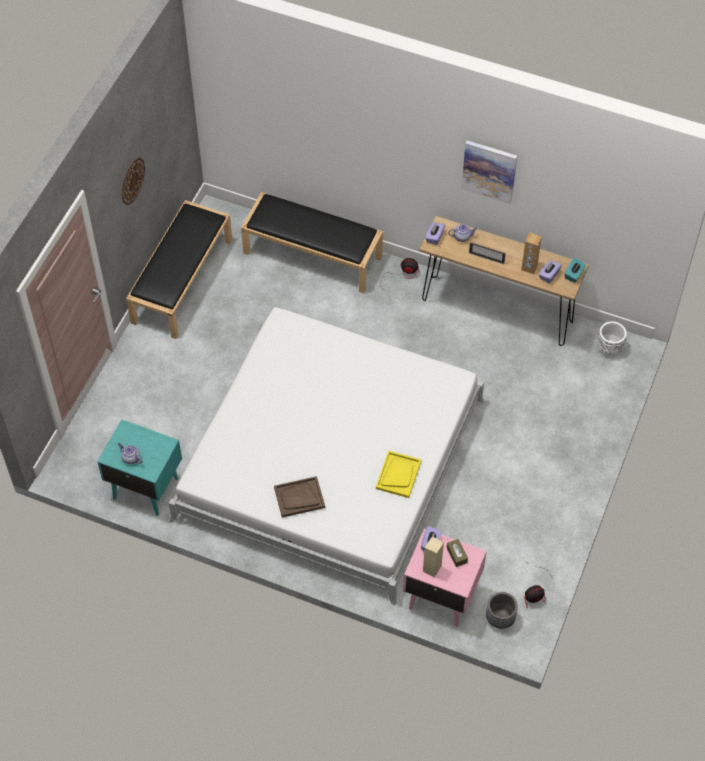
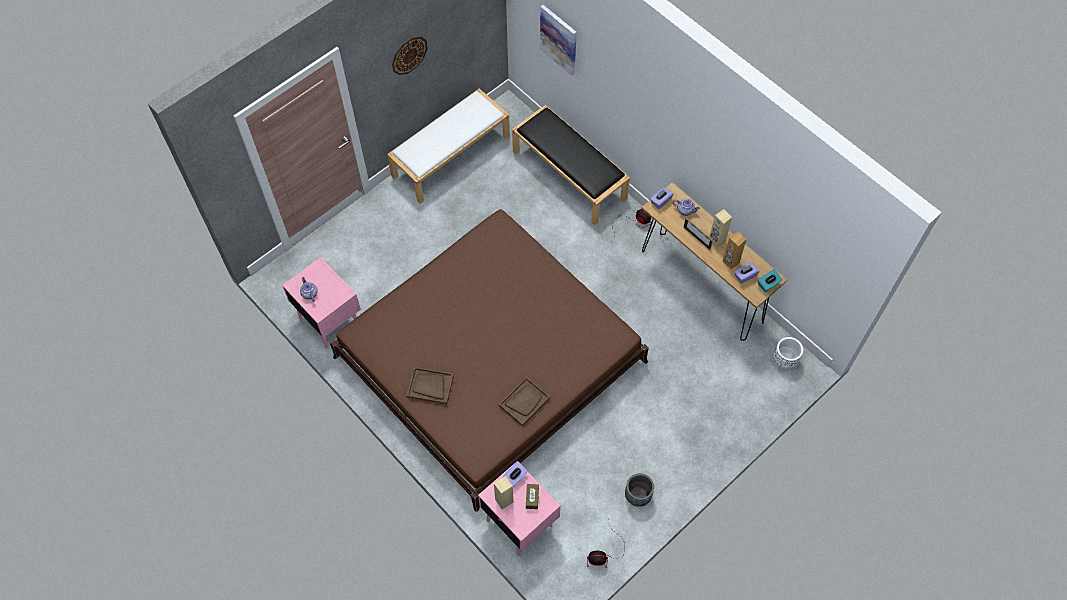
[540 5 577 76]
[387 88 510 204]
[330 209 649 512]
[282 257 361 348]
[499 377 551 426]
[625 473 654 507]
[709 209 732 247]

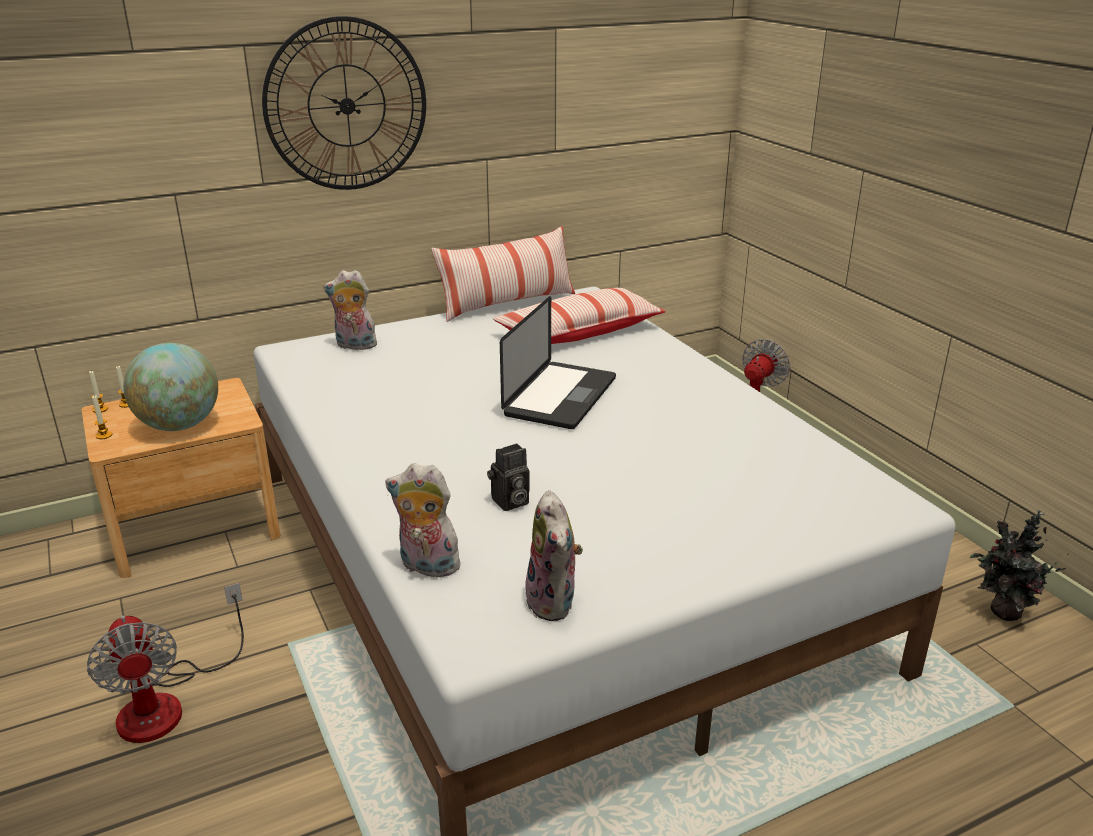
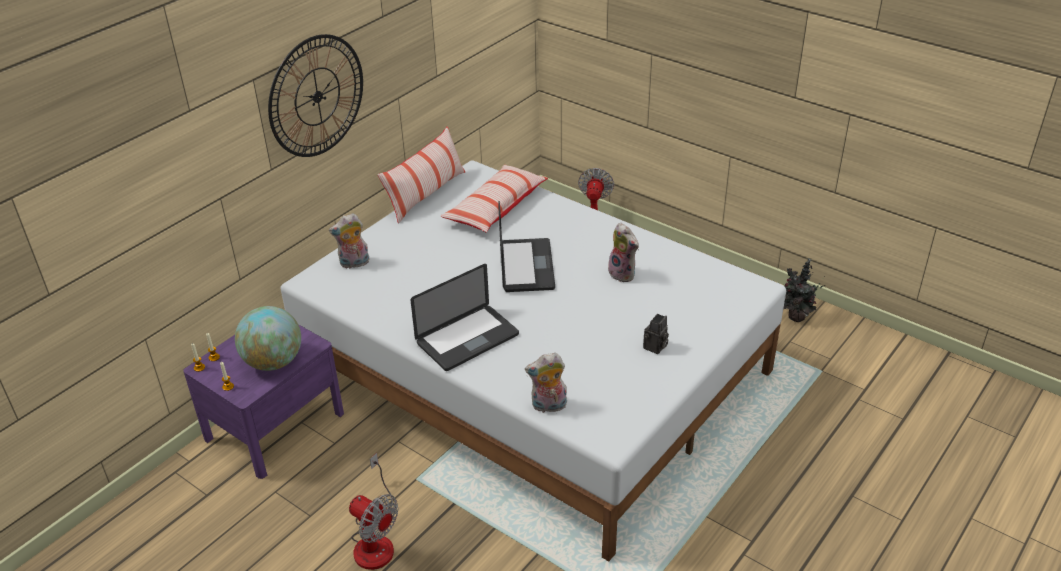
[183 324 344 479]
[643 314 669 354]
[608 223 639 283]
[411 264 519 371]

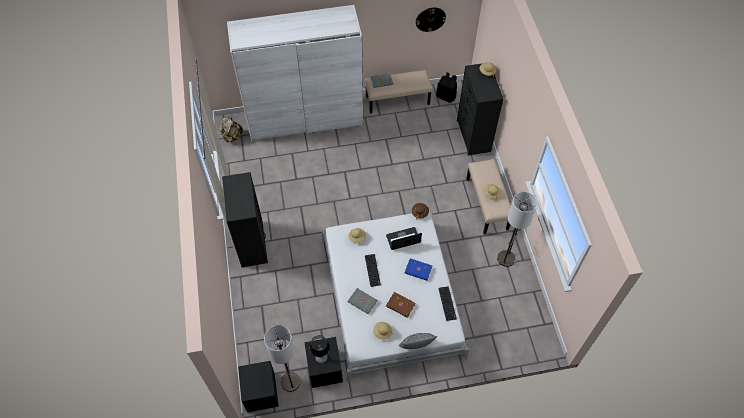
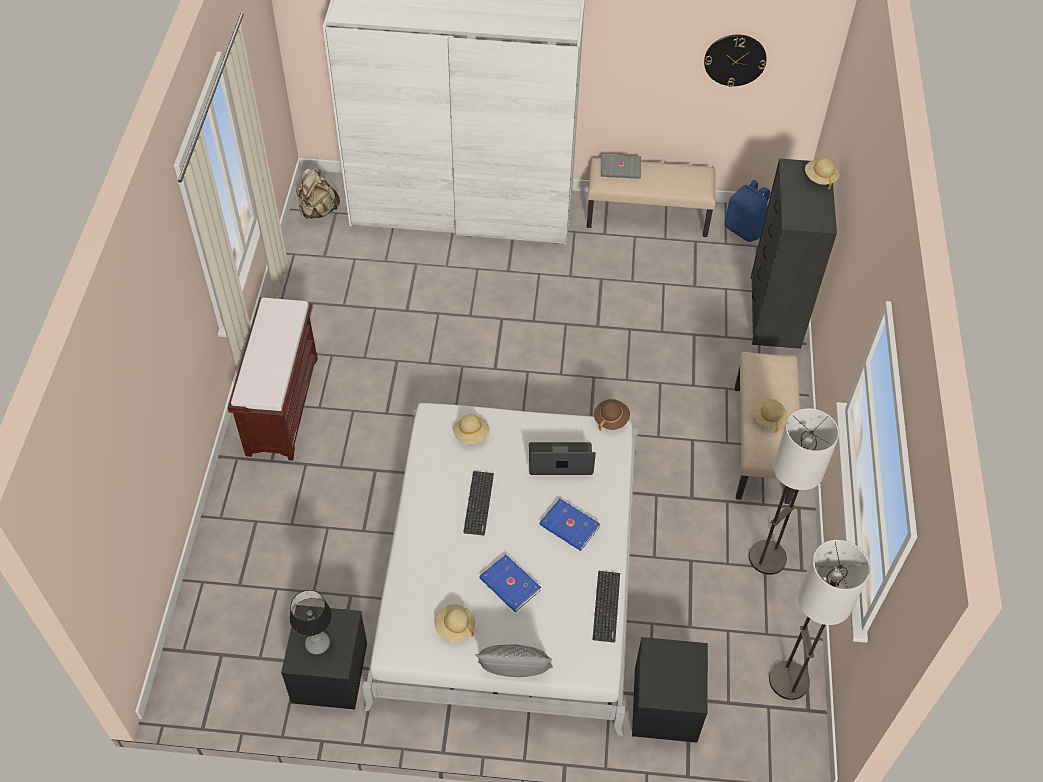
[725 180 770 242]
[228 297 318 461]
[347 288 377 314] (first image)
[479 555 541 612]
[769 540 870 700]
[632 637 708 743]

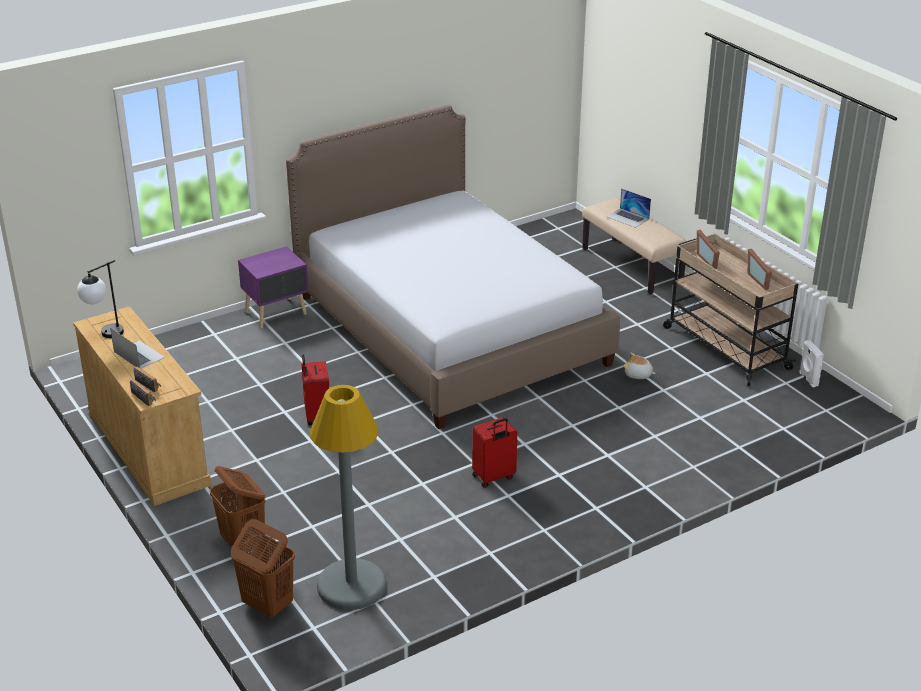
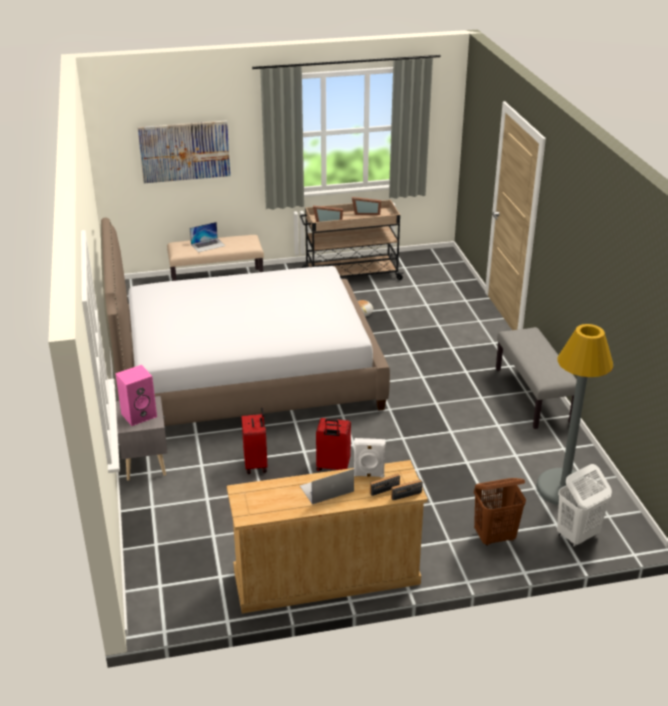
[116 396 168 481]
[77 260 124 338] (first image)
[354 438 386 477]
[241 407 268 474]
[557 464 612 547]
[138 120 230 183]
[496 327 577 429]
[115 365 157 426]

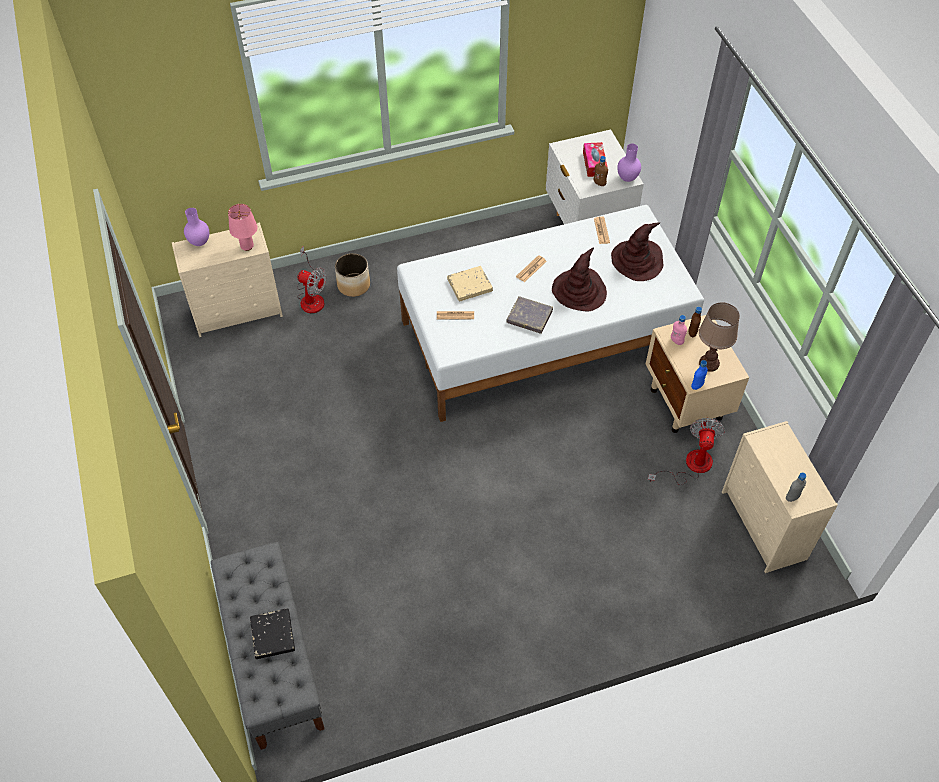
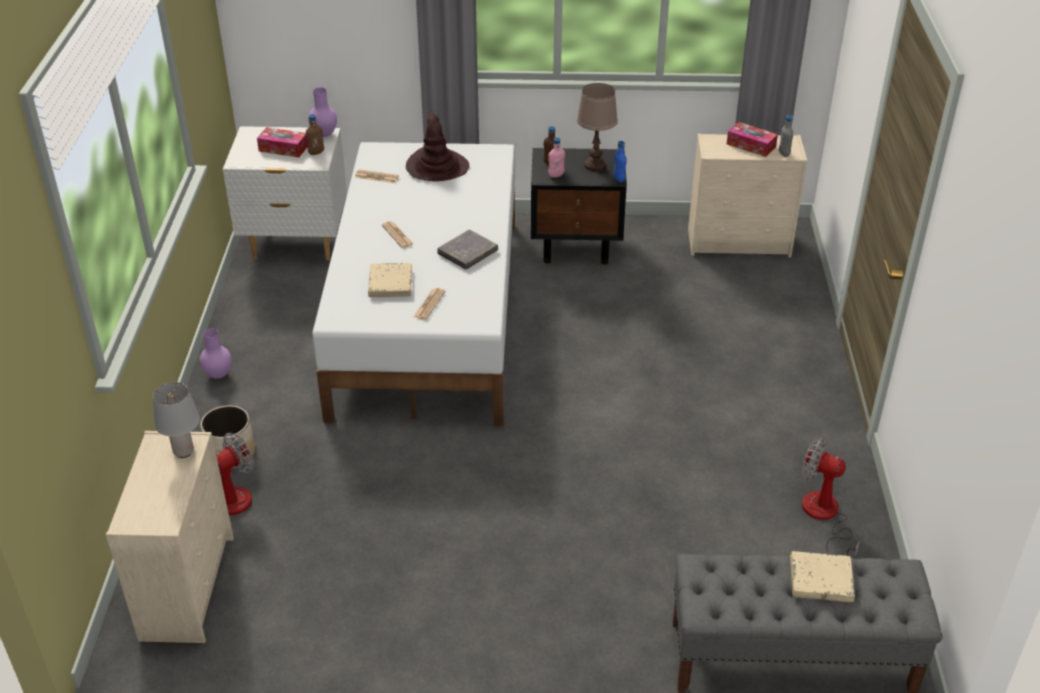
[153 382 200 458]
[200 329 232 379]
[552 247 607 312] (first image)
[531 148 627 265]
[802 438 860 557]
[790 551 855 602]
[727 122 778 157]

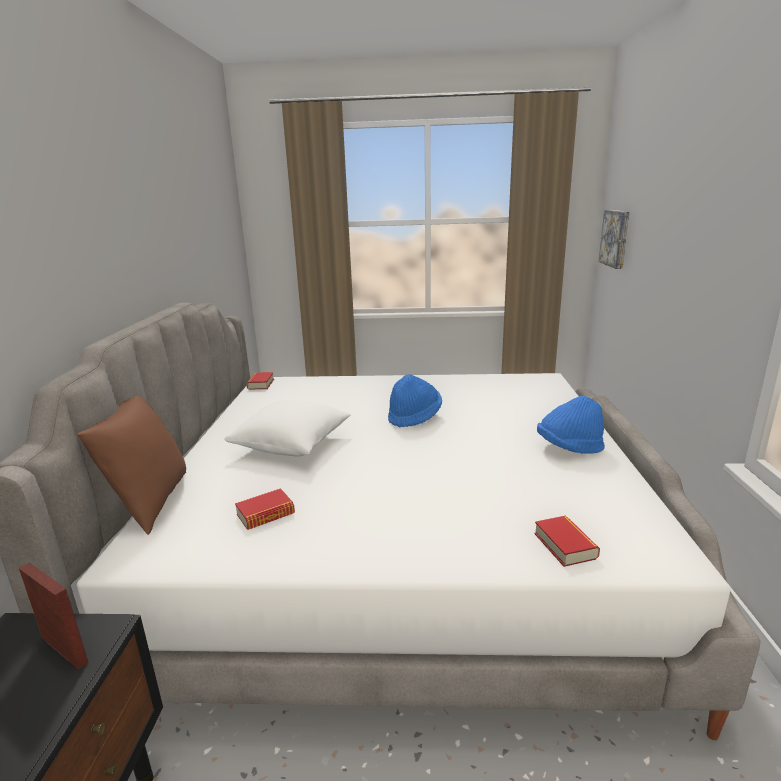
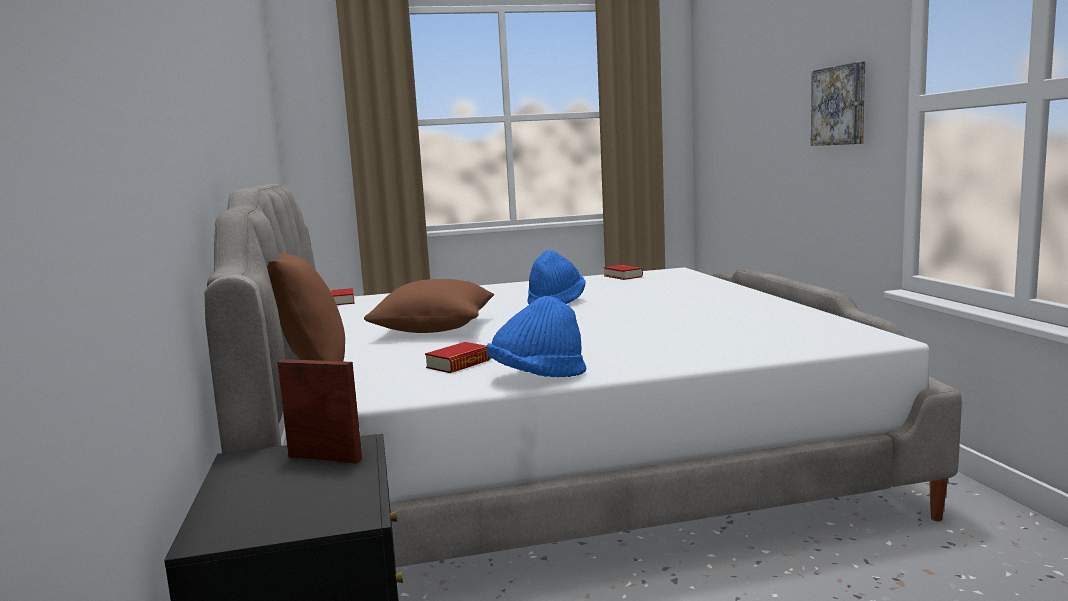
[811 61 865 146]
[487 296 587 377]
[364 279 494 333]
[604 265 643 280]

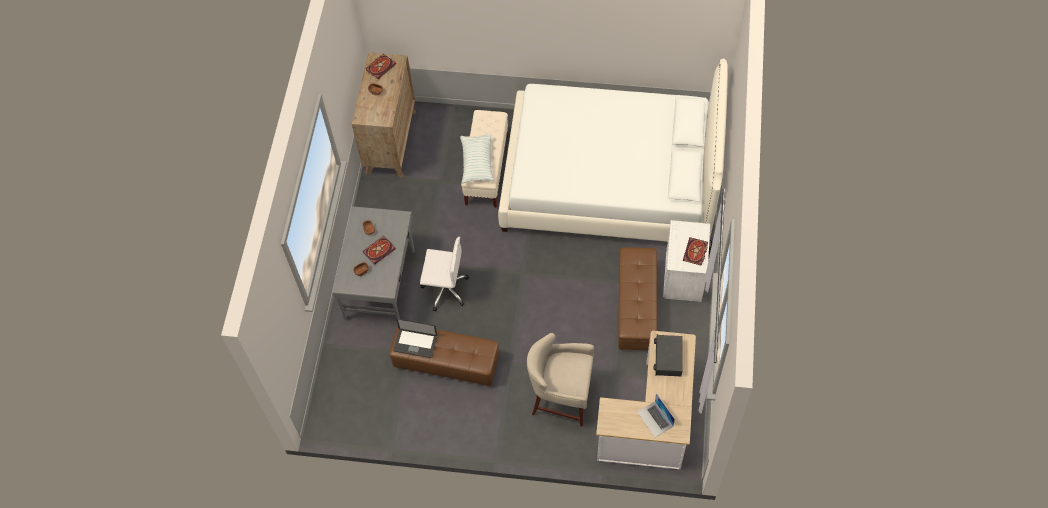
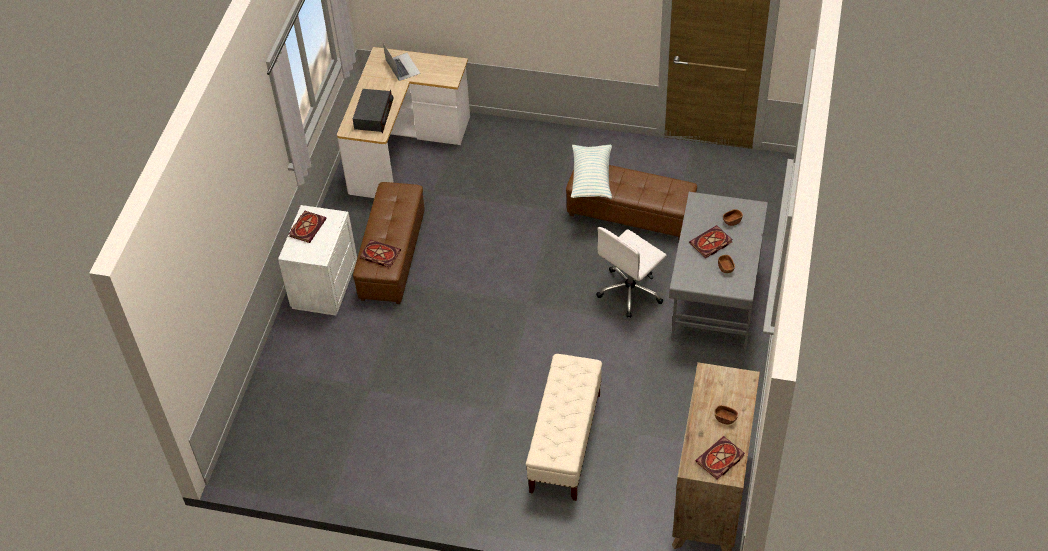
[498 59 728 242] (first image)
[571 144 612 199]
[596 227 667 318]
[393 319 437 358] (first image)
[527 333 594 427] (first image)
[360 240 401 268]

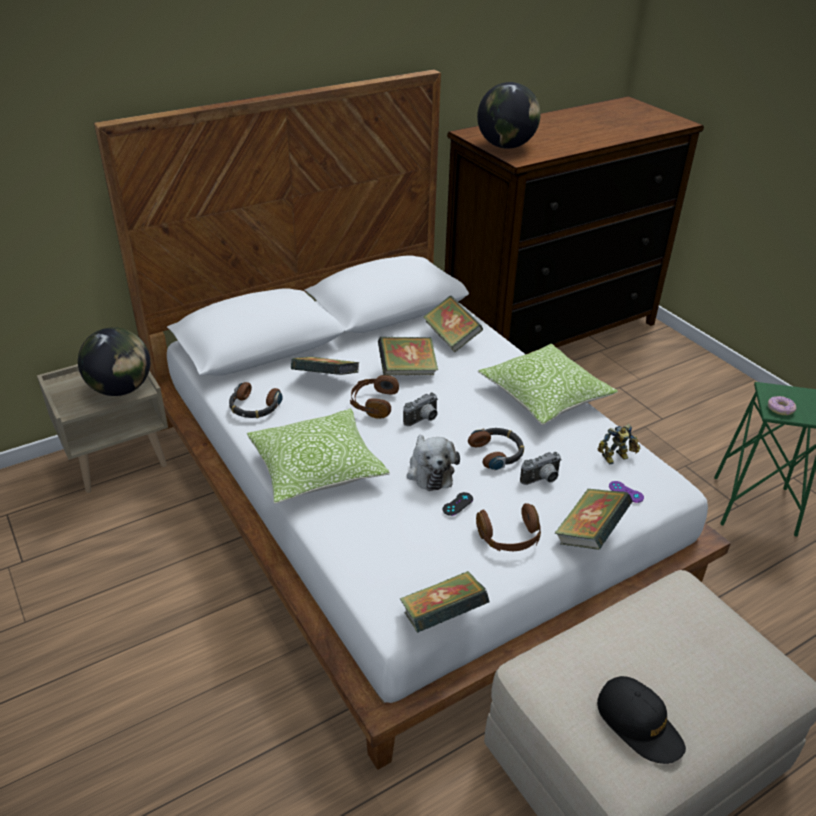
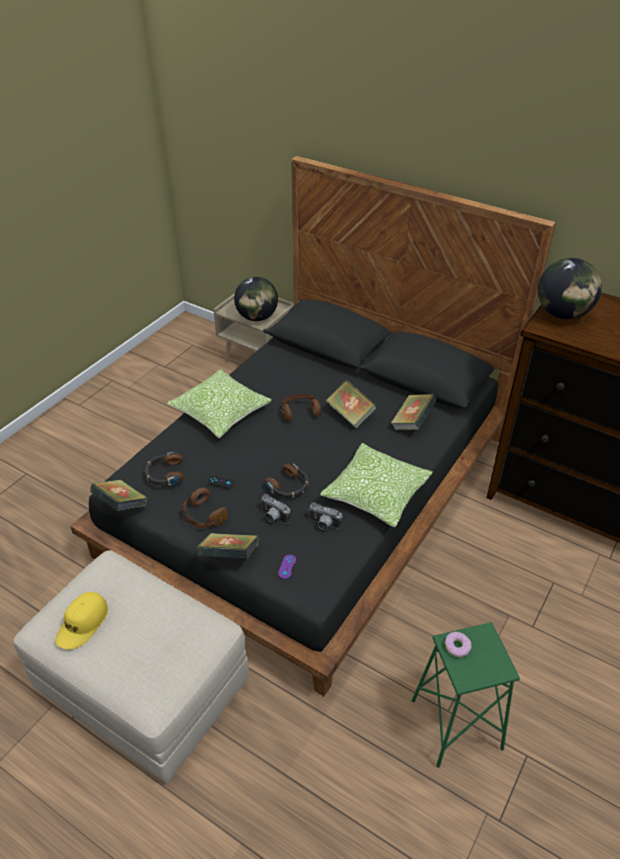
[70 156 556 696]
[291 357 359 375] (first image)
[144 452 184 485]
[309 502 342 530]
[598 424 640 464] (first image)
[407 435 460 491] (first image)
[55 592 108 650]

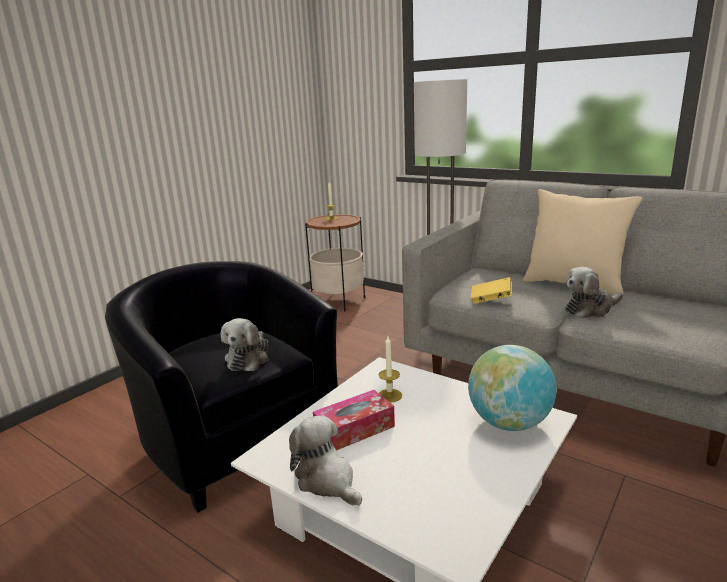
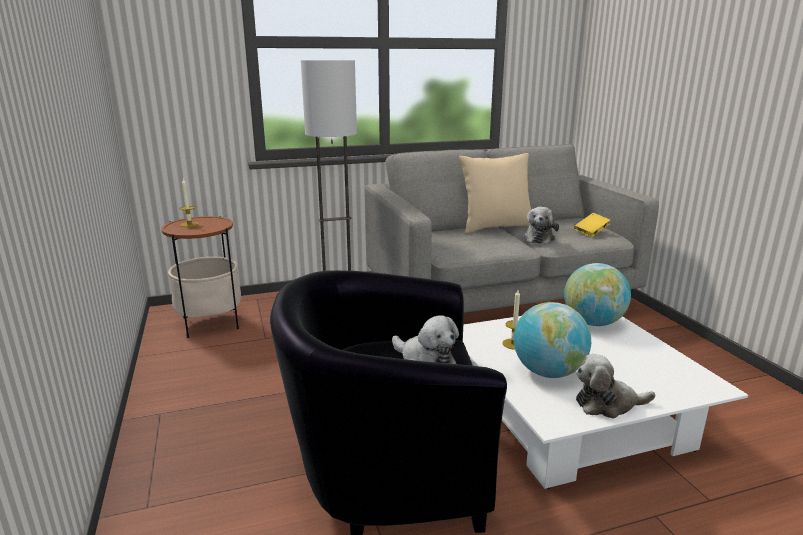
[574 213 610 237]
[514 302 591 378]

